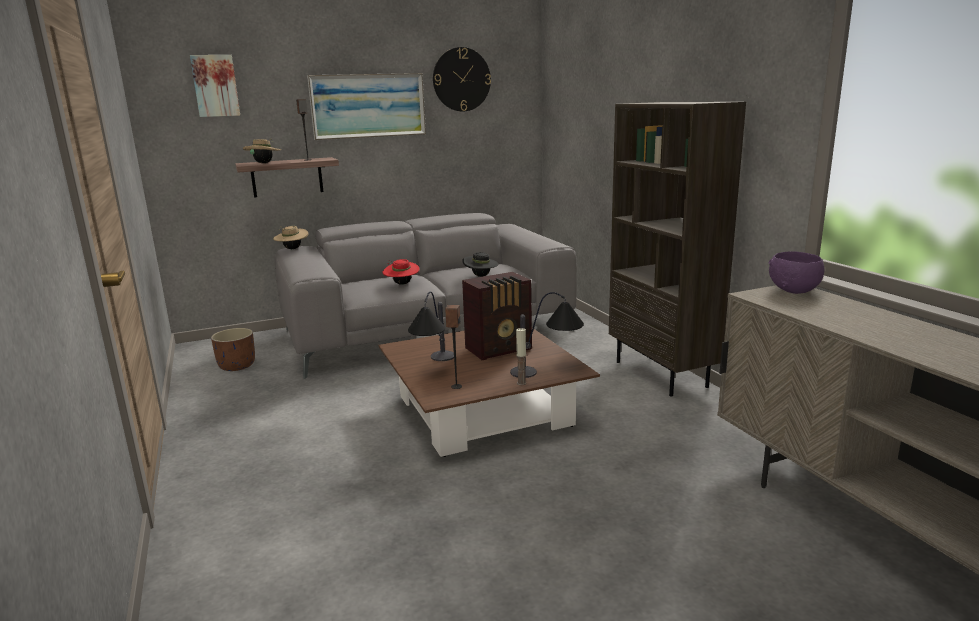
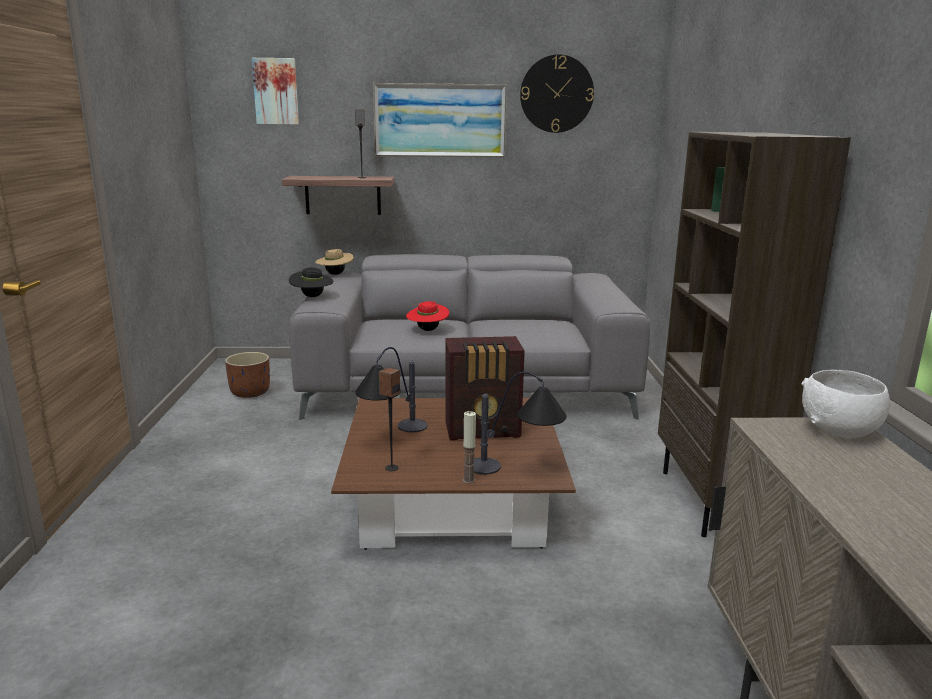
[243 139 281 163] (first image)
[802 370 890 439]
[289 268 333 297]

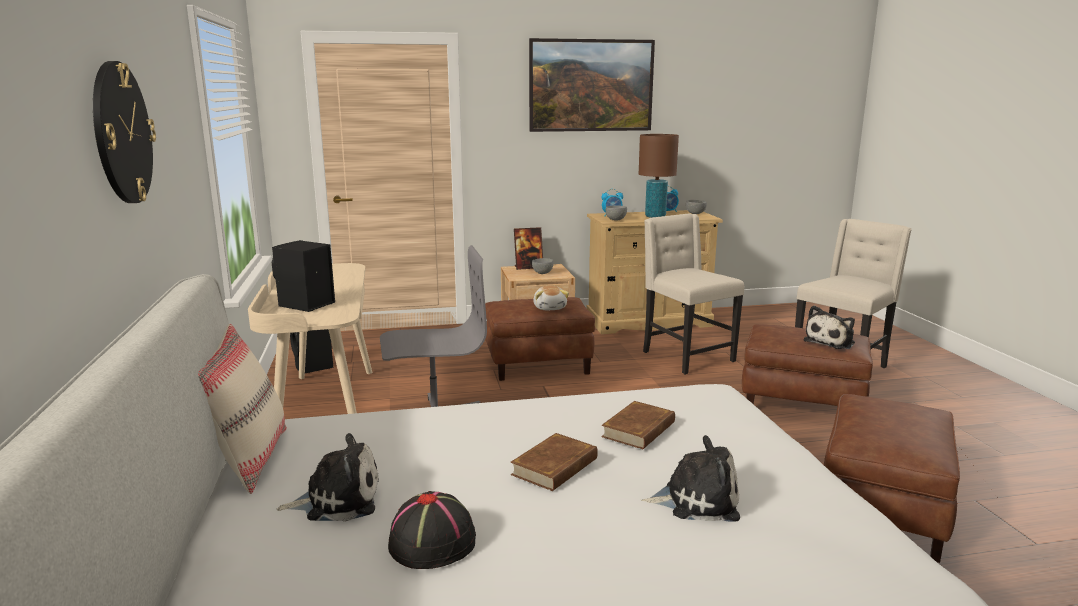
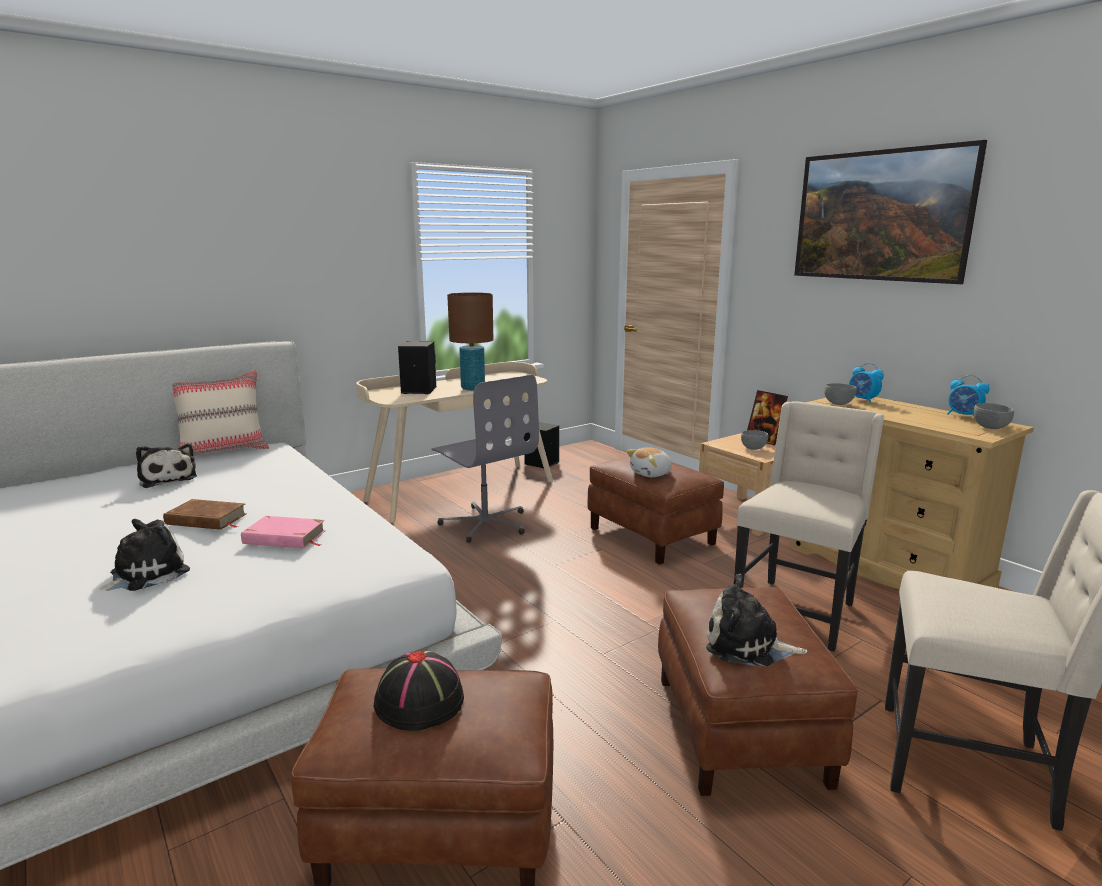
[93 61 156 203] (first image)
[447 292 494 391]
[241 516 326 549]
[99 519 190 591]
[374 650 464 731]

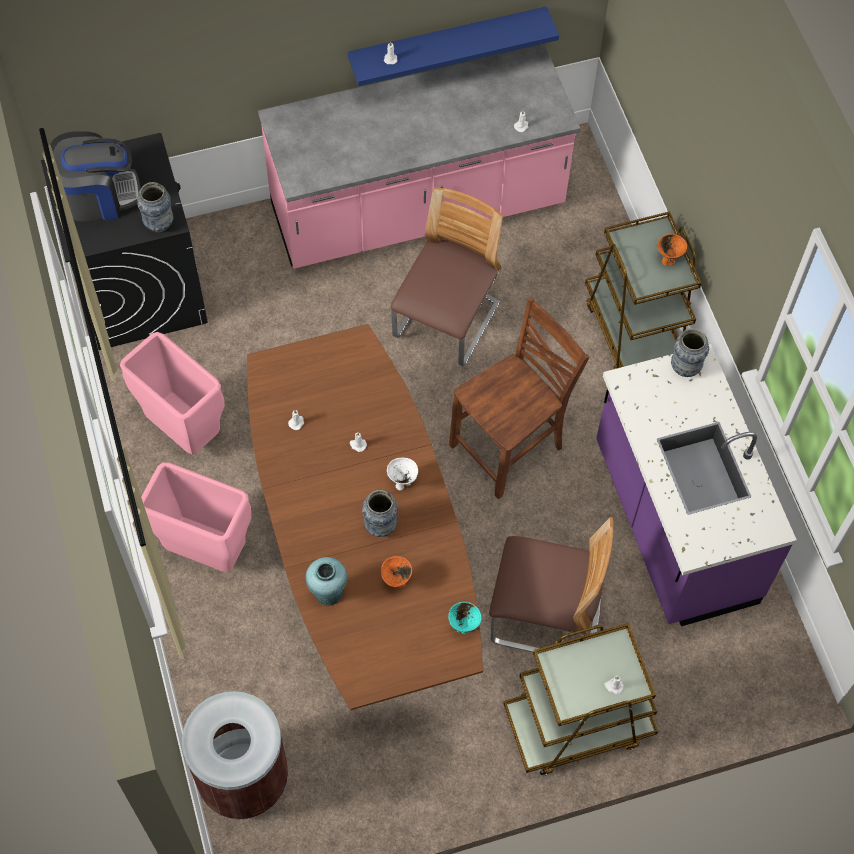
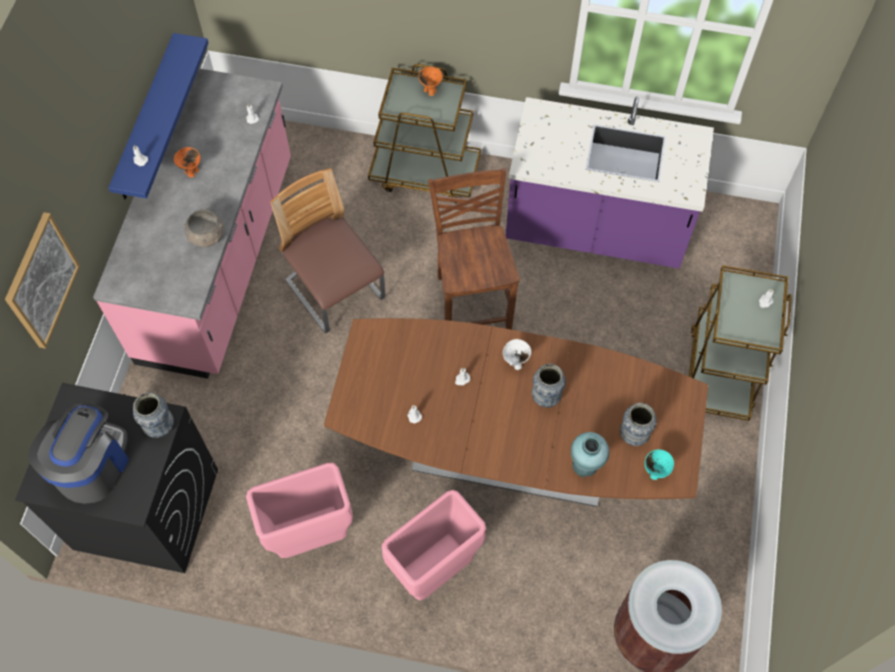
[620 403 657 446]
[489 517 613 652] (first image)
[174 147 201 177]
[645 449 674 480]
[184 209 224 247]
[5 212 80 349]

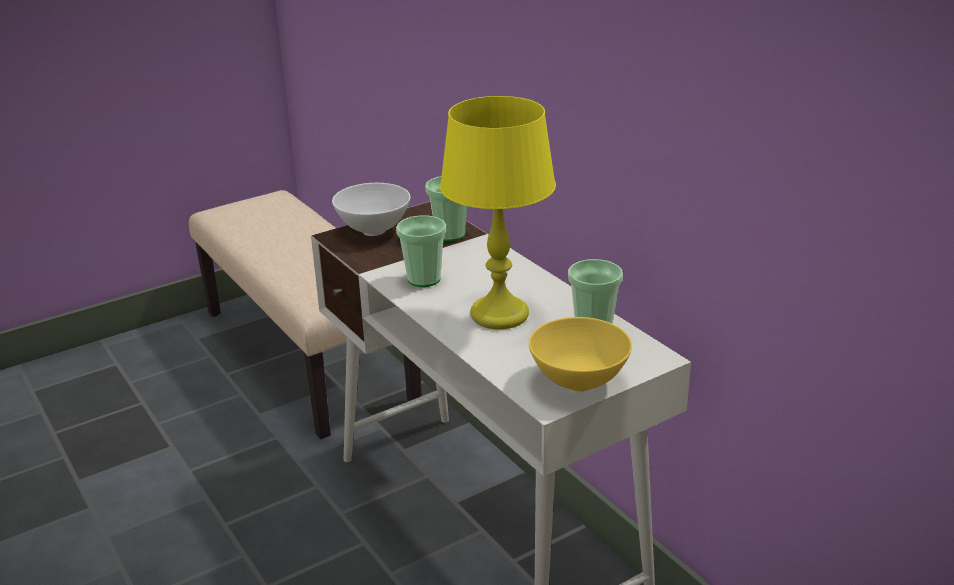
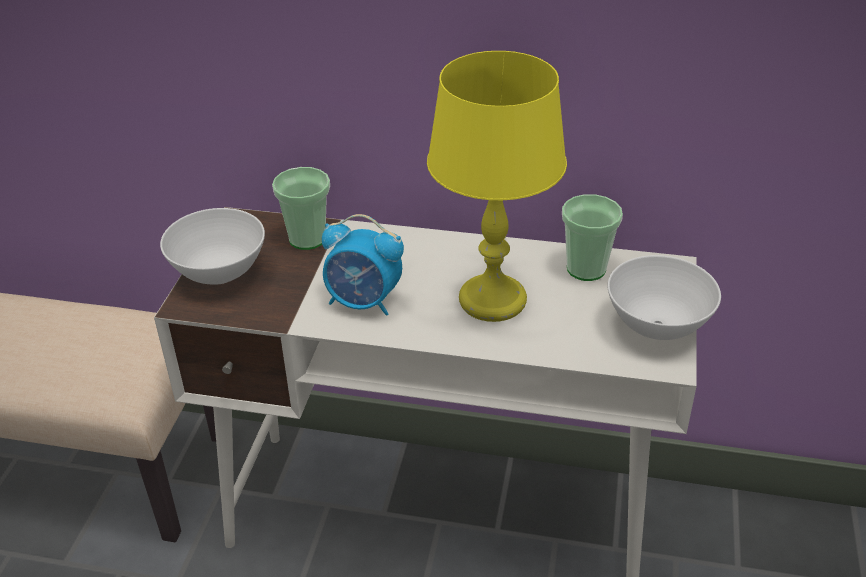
[322 214 404 316]
[608 255 721 340]

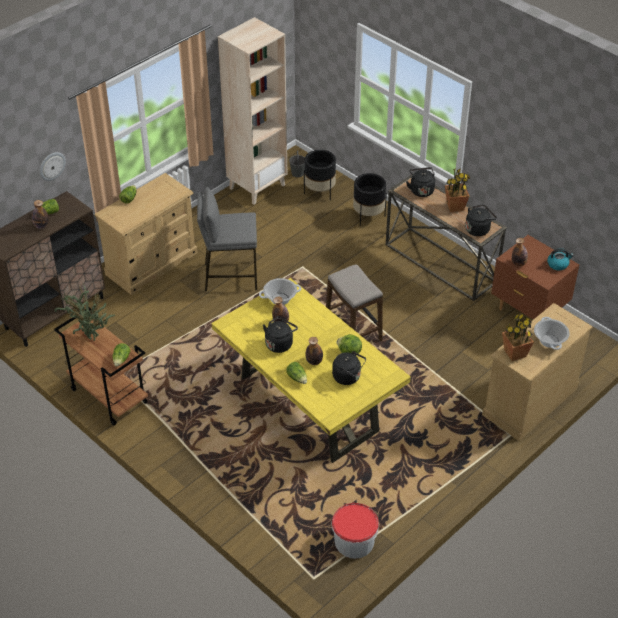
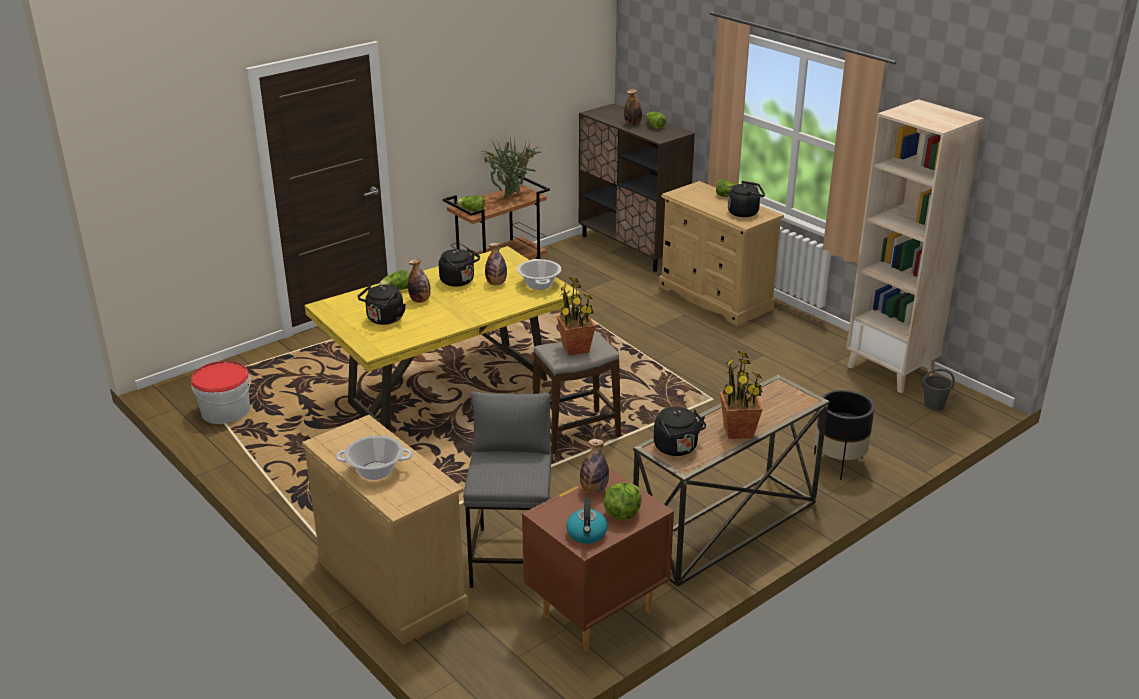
[304 150 336 200] (first image)
[40 152 66 181] (first image)
[728 181 765 217]
[463 391 551 588]
[557 277 596 356]
[604 482 641 520]

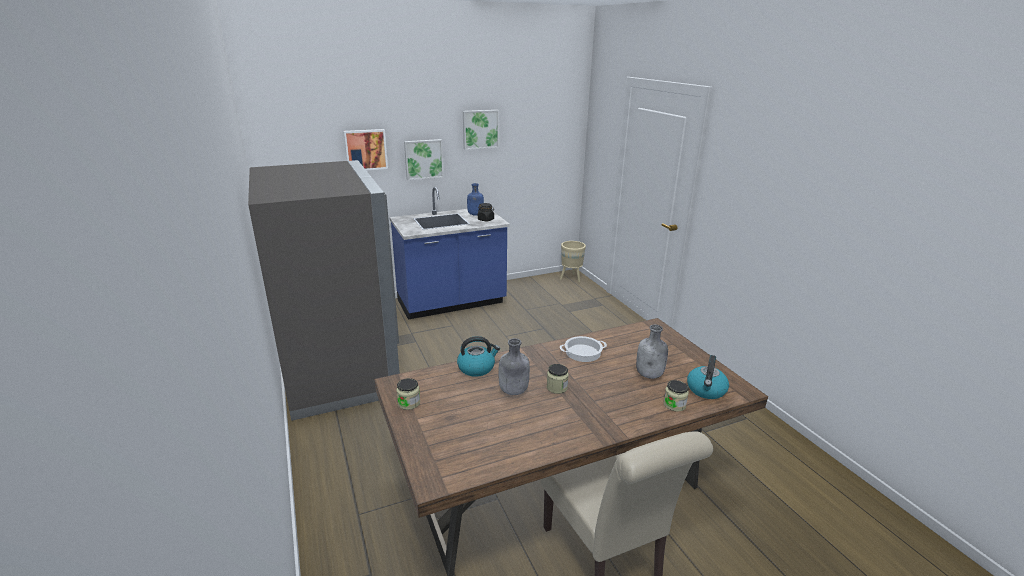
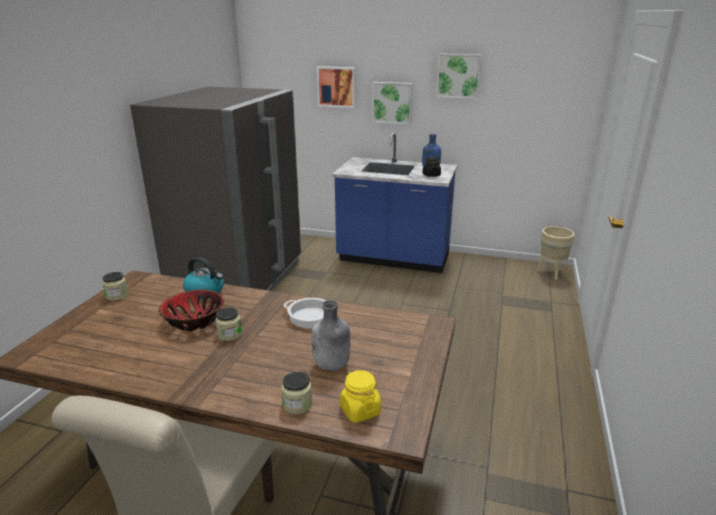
[159 290 224 331]
[340 370 381 423]

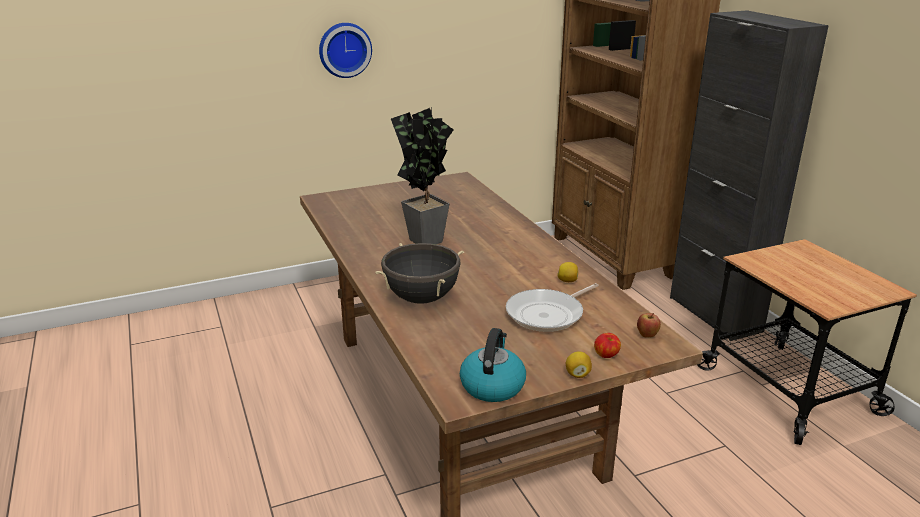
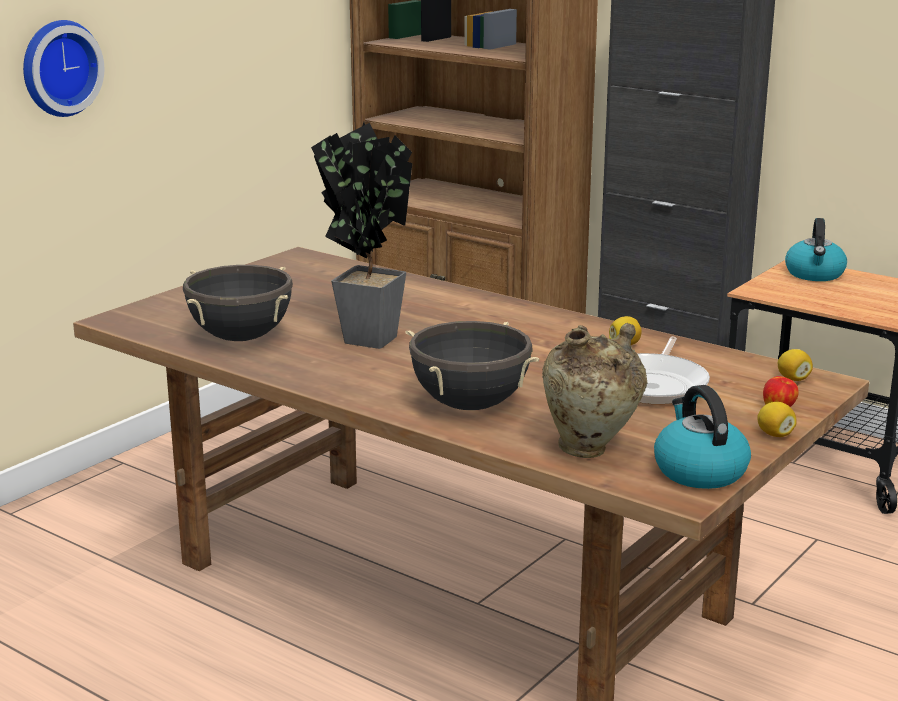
[778 349 813 381]
[785 218 847 281]
[183 265 293 341]
[542 323 648 458]

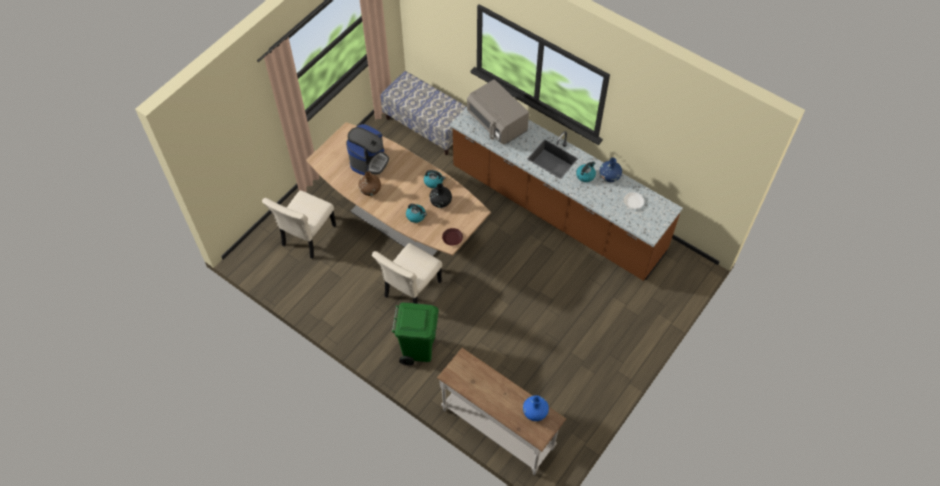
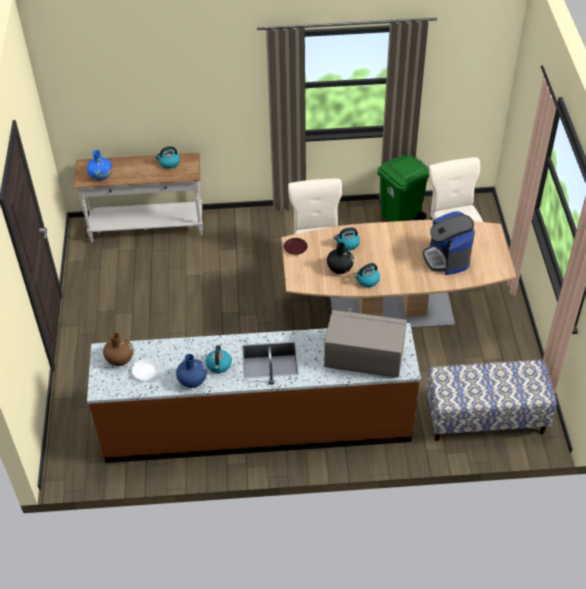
[103 332 133 366]
[378 154 429 222]
[155 146 180 169]

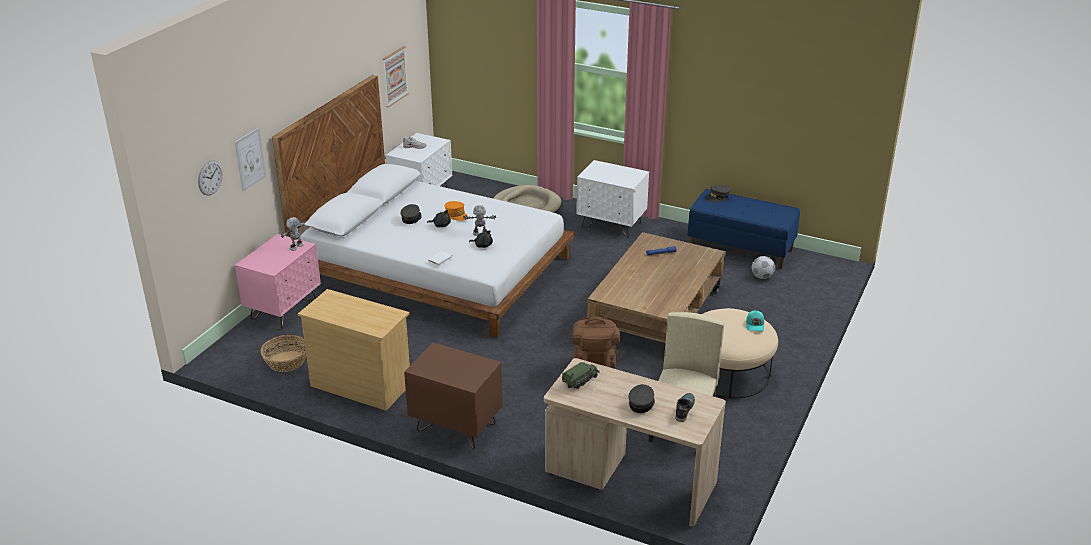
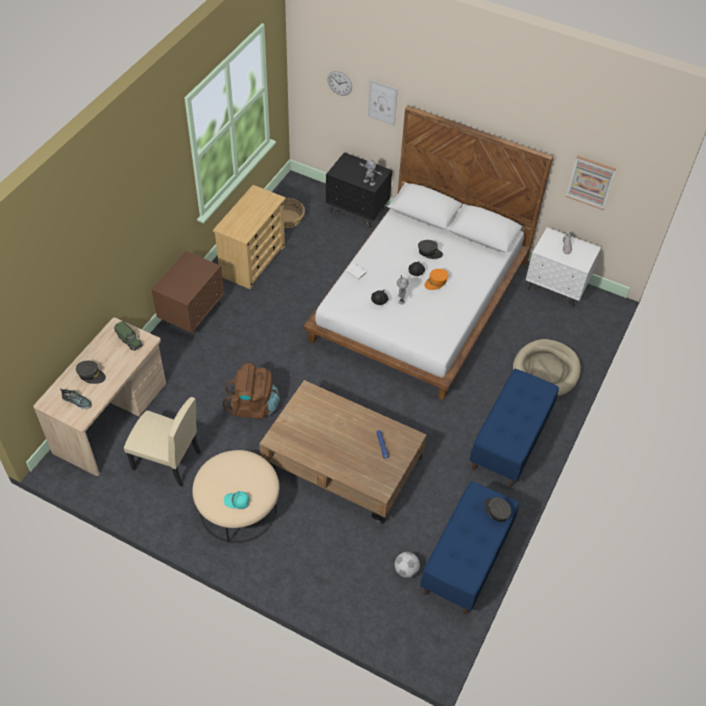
[469 369 559 487]
[326 152 392 228]

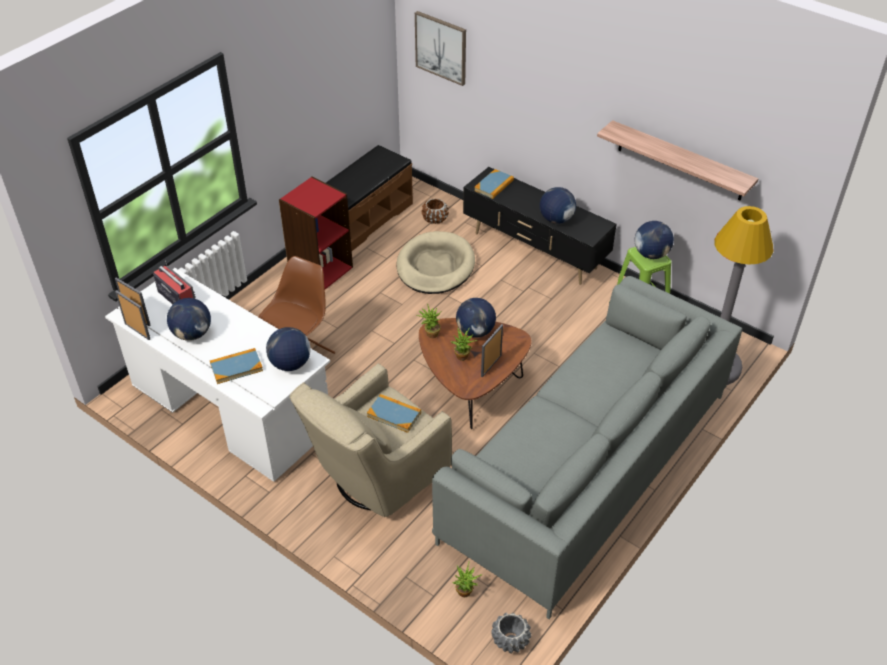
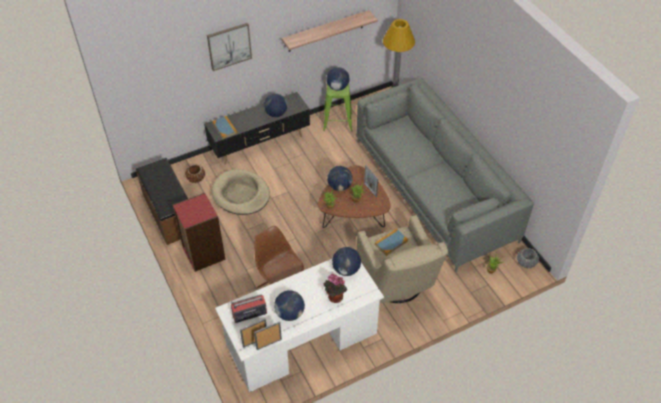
[207 23 252 71]
[323 274 347 303]

